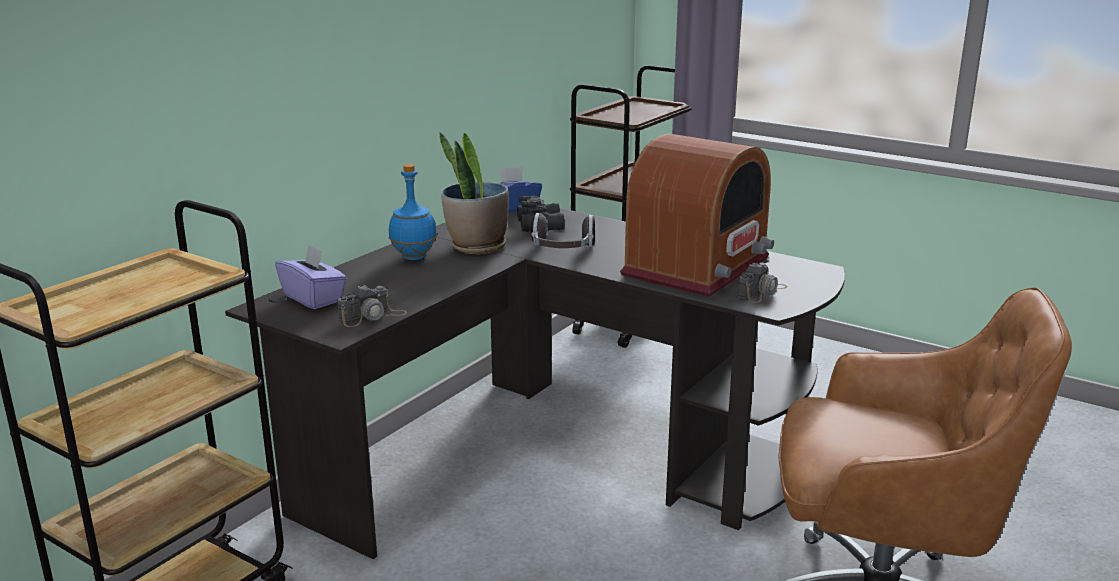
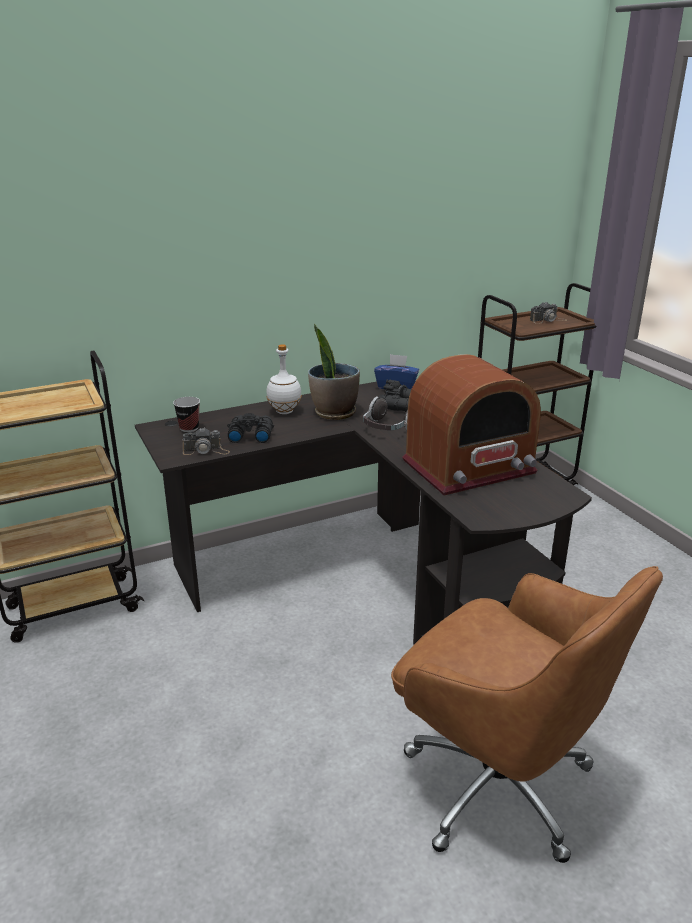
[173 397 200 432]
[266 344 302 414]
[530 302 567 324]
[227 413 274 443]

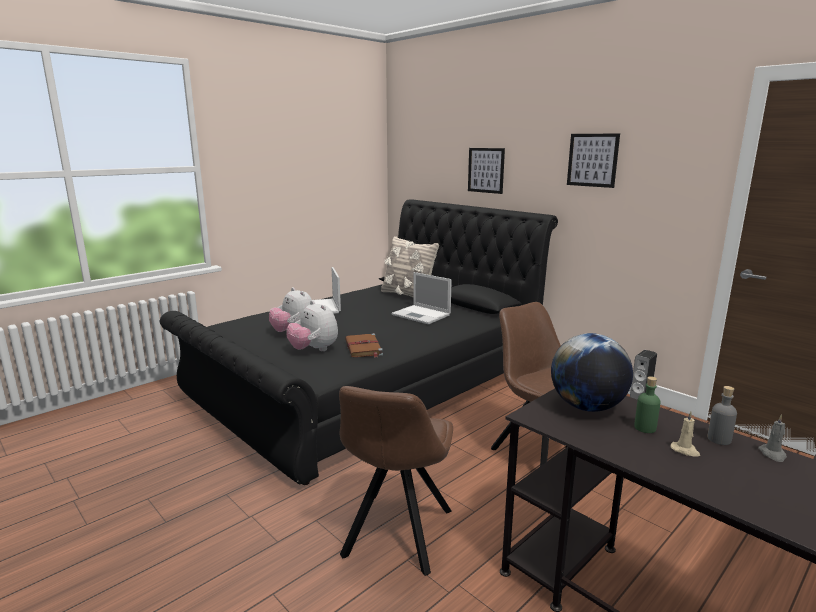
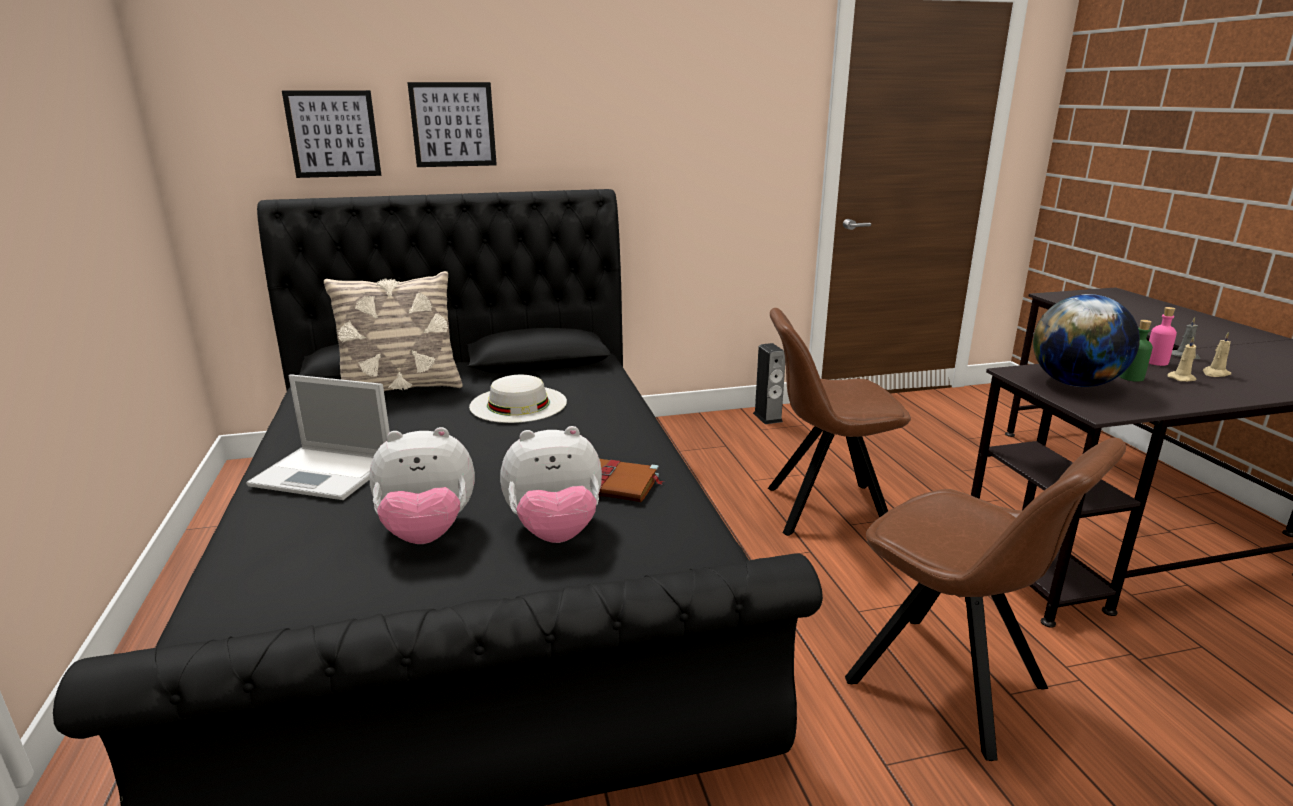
[469 375 567 423]
[282 90 381 178]
[1149 307 1177 366]
[1203 332 1231 377]

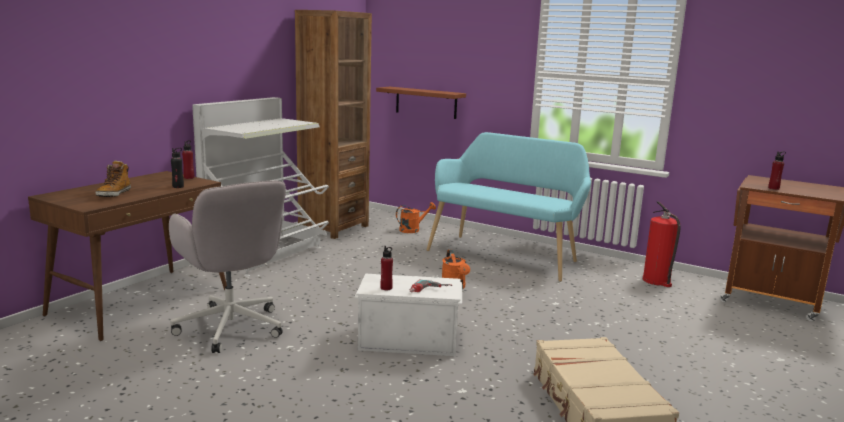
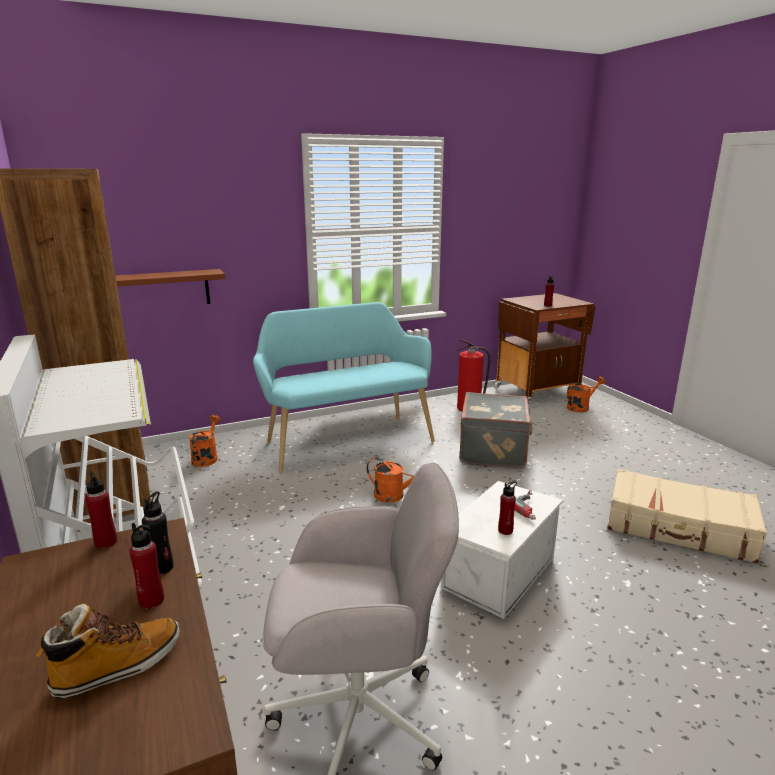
[36 604 180 698]
[129 523 164 609]
[459 392 533 468]
[567 377 605 412]

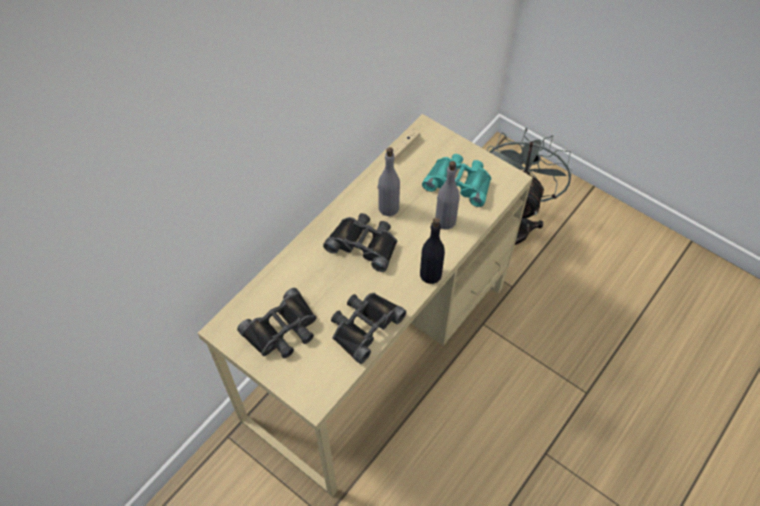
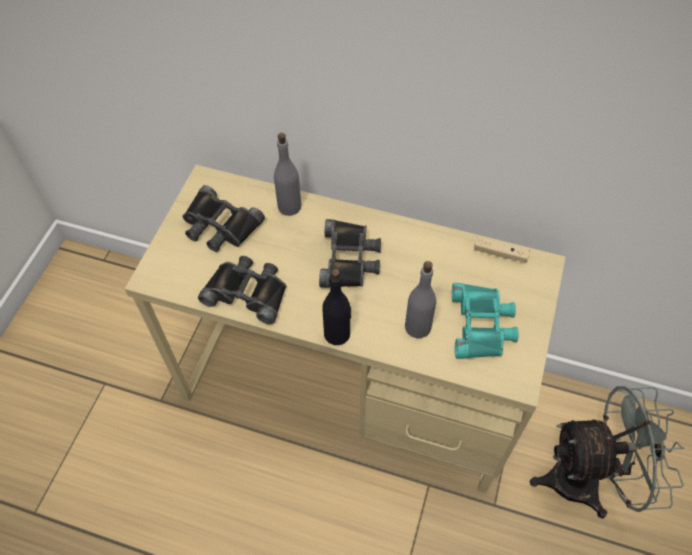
[274 133 301 216]

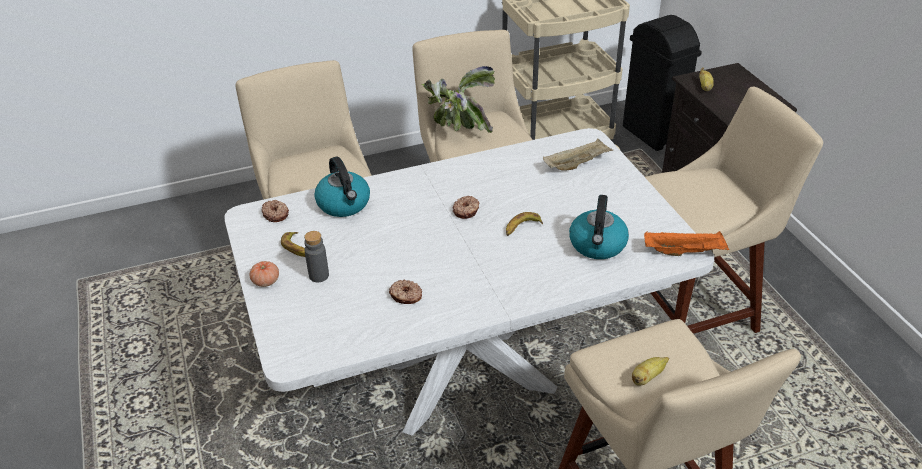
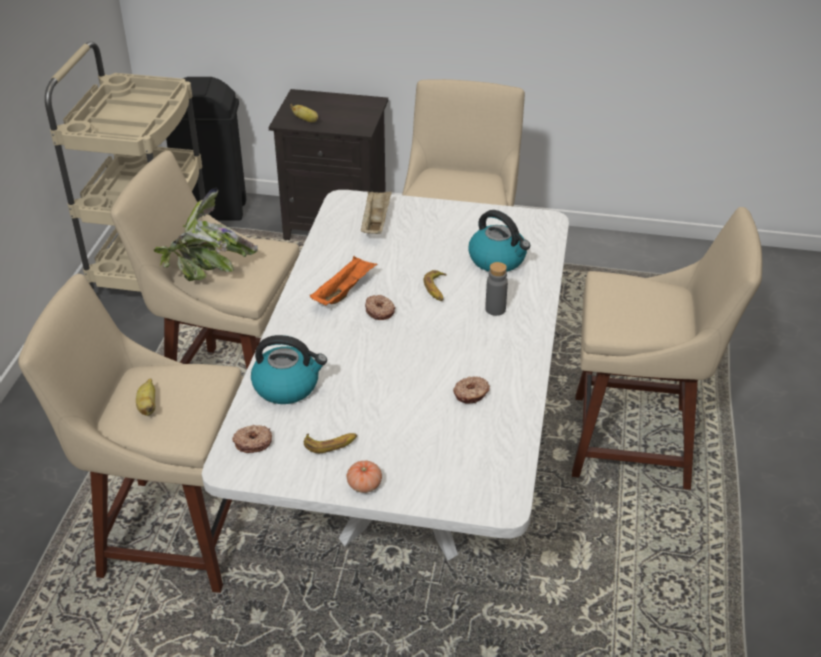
[485 262 508 316]
[136 379 156 416]
[310 256 377 305]

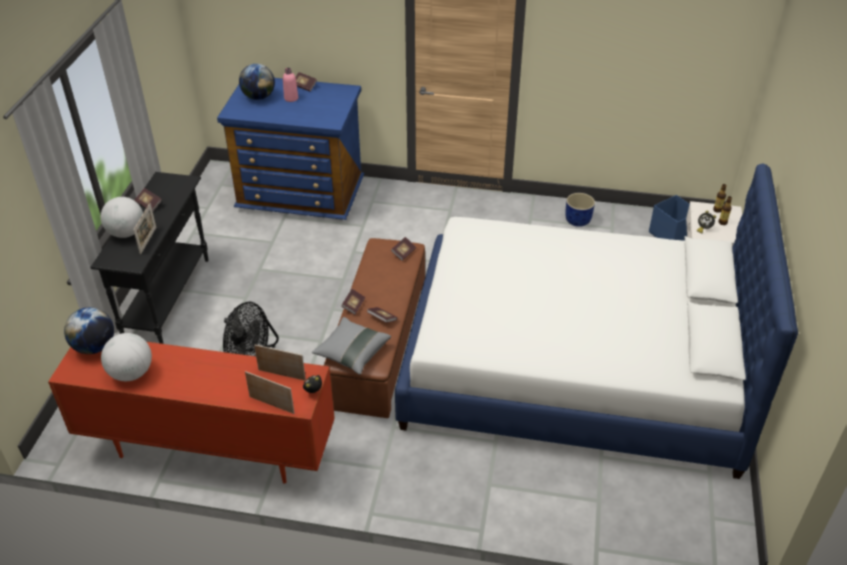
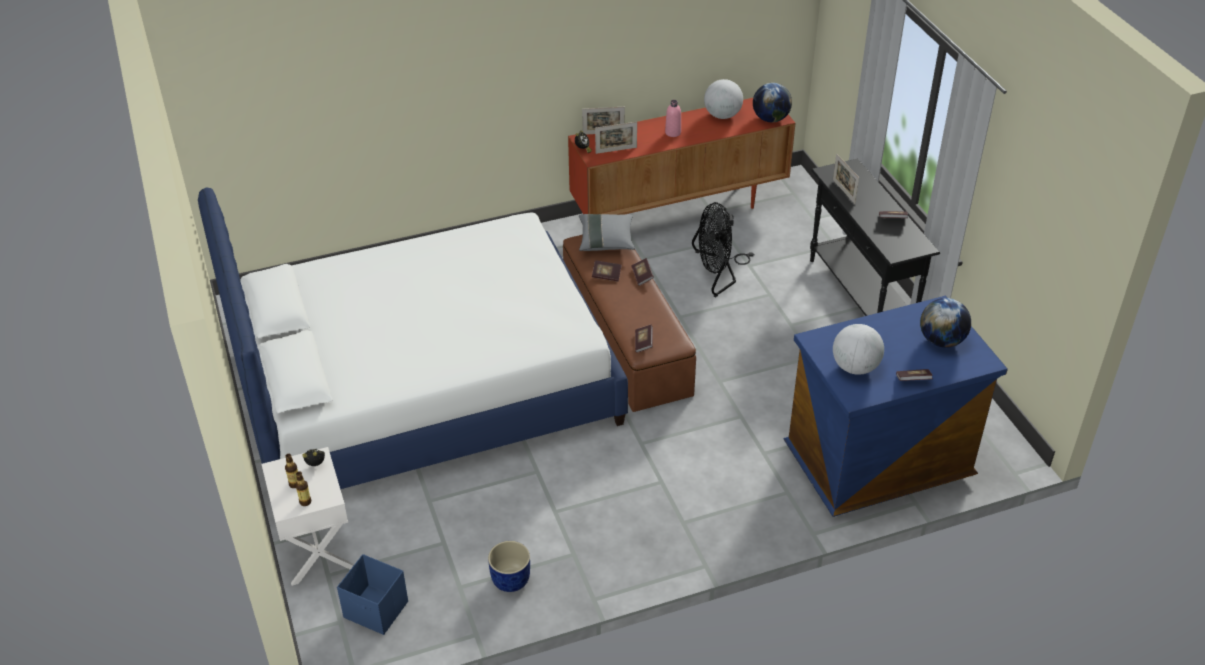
[833 324 884 375]
[665 100 681 137]

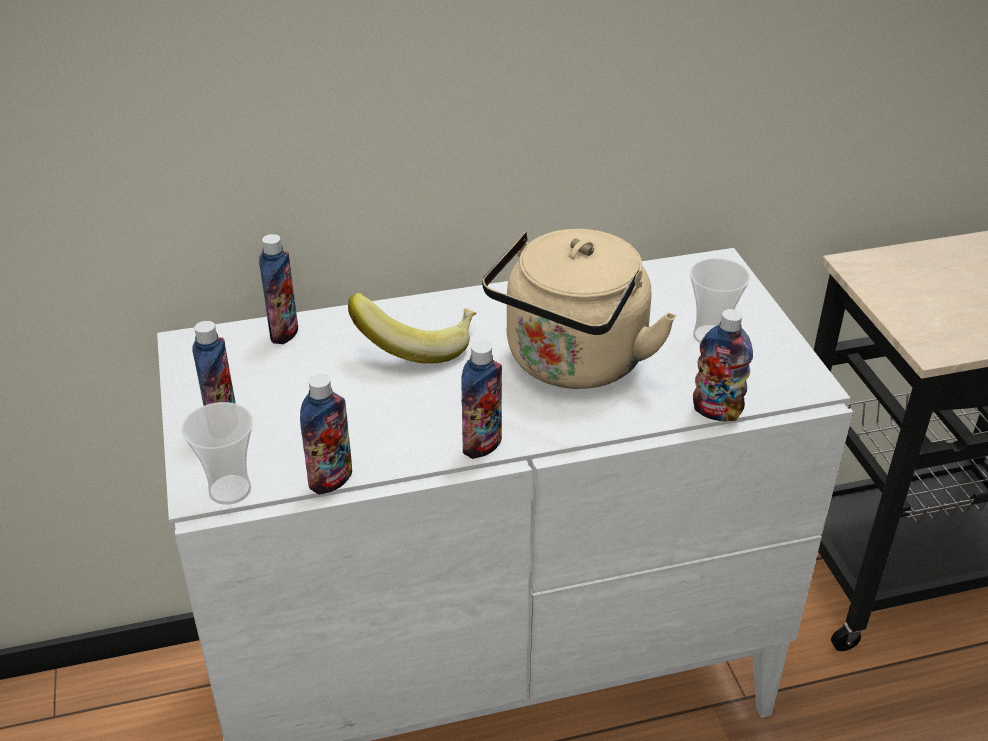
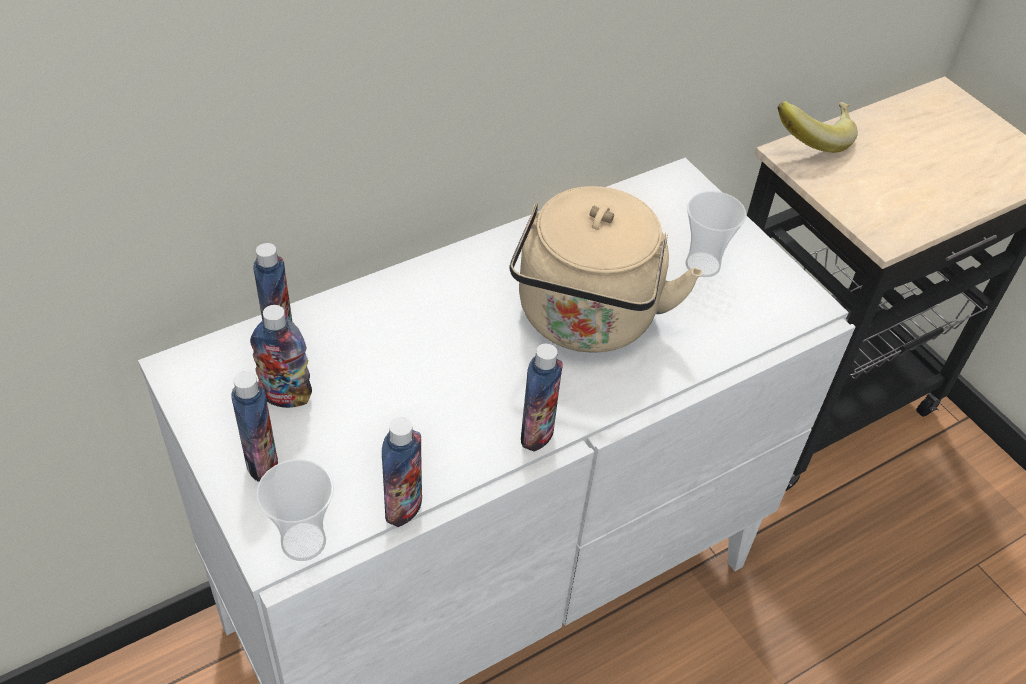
[778 101 858 153]
[250 305 312 408]

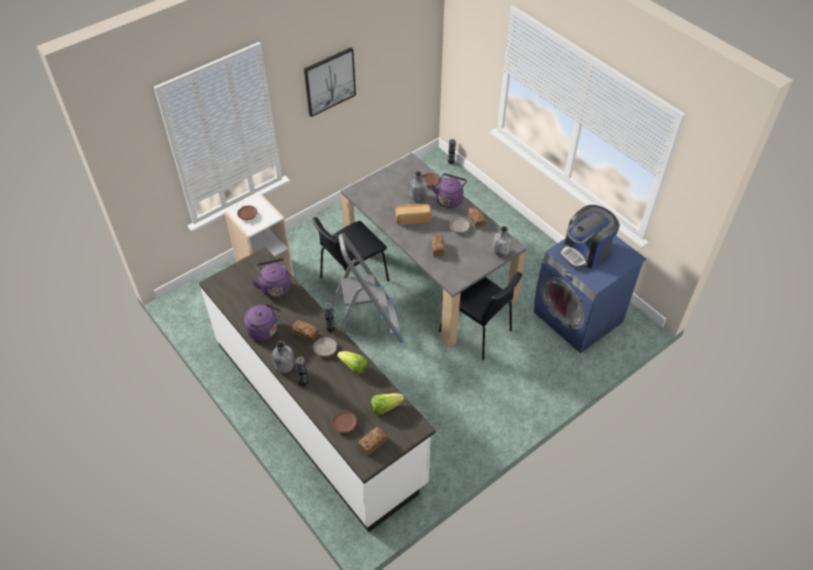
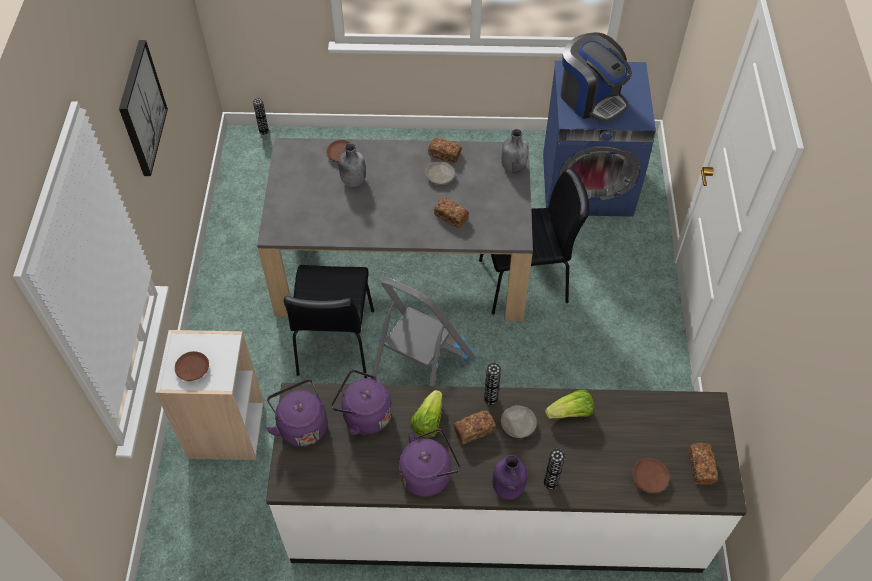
[493 455 527 500]
[411 390 442 438]
[395 204 432 225] (first image)
[266 379 327 447]
[560 32 632 123]

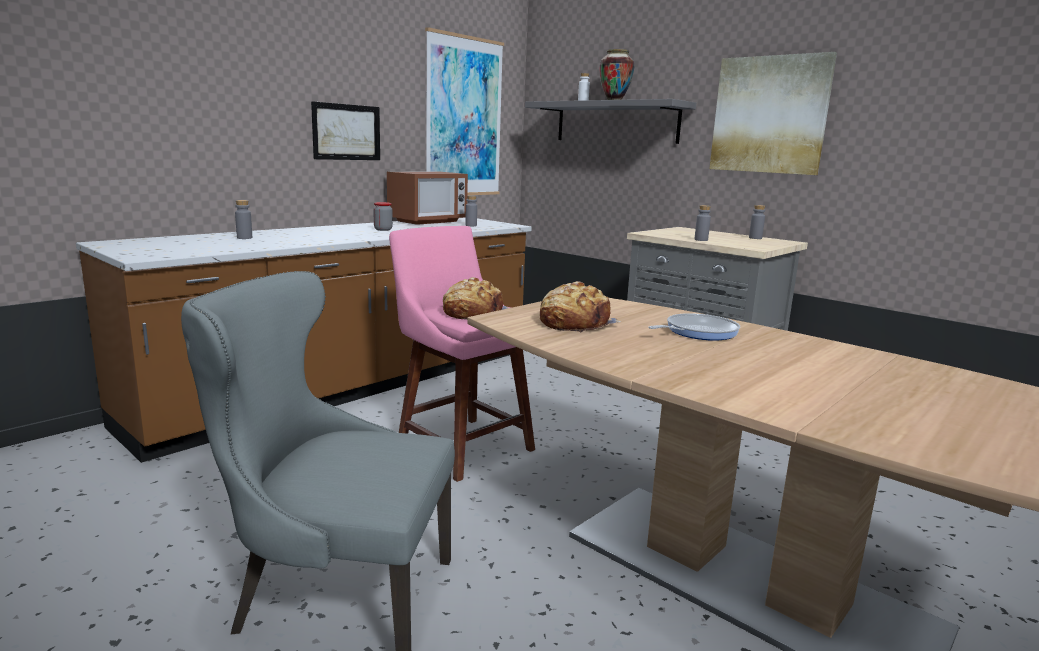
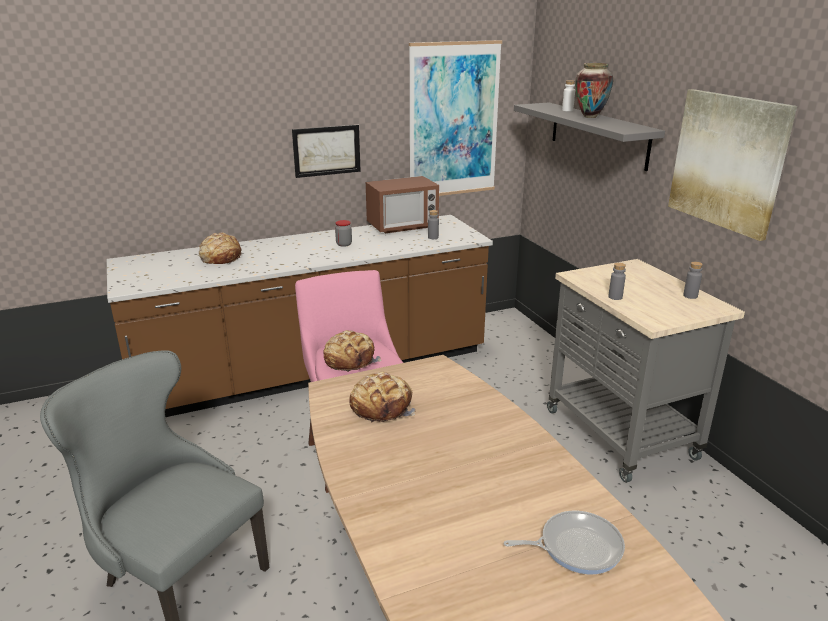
[199 233 242 264]
[504 511 625 575]

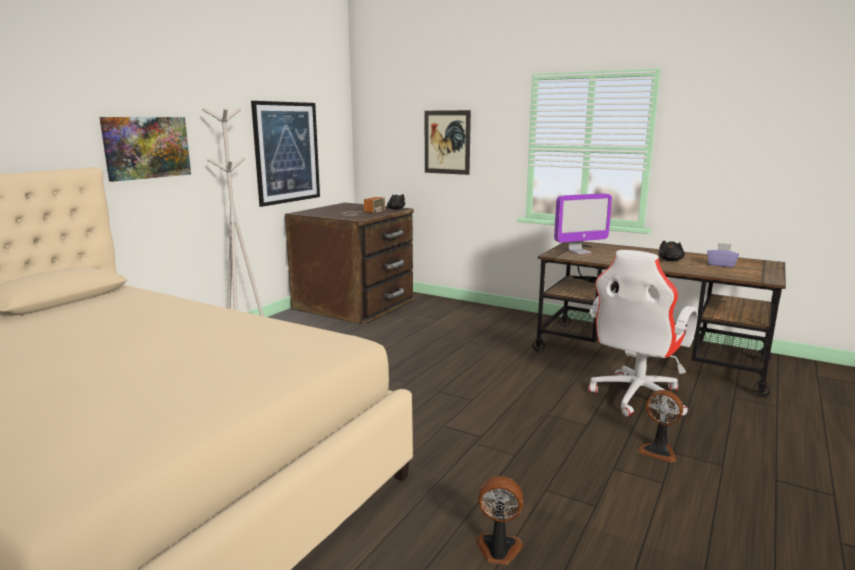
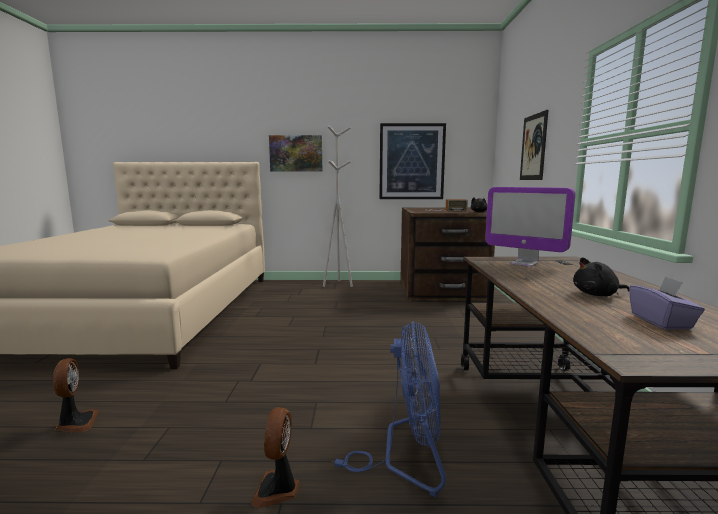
[332 321 446 498]

